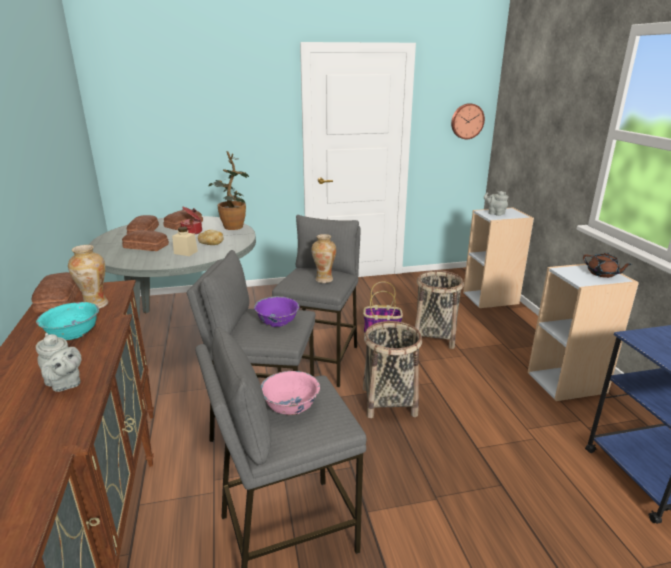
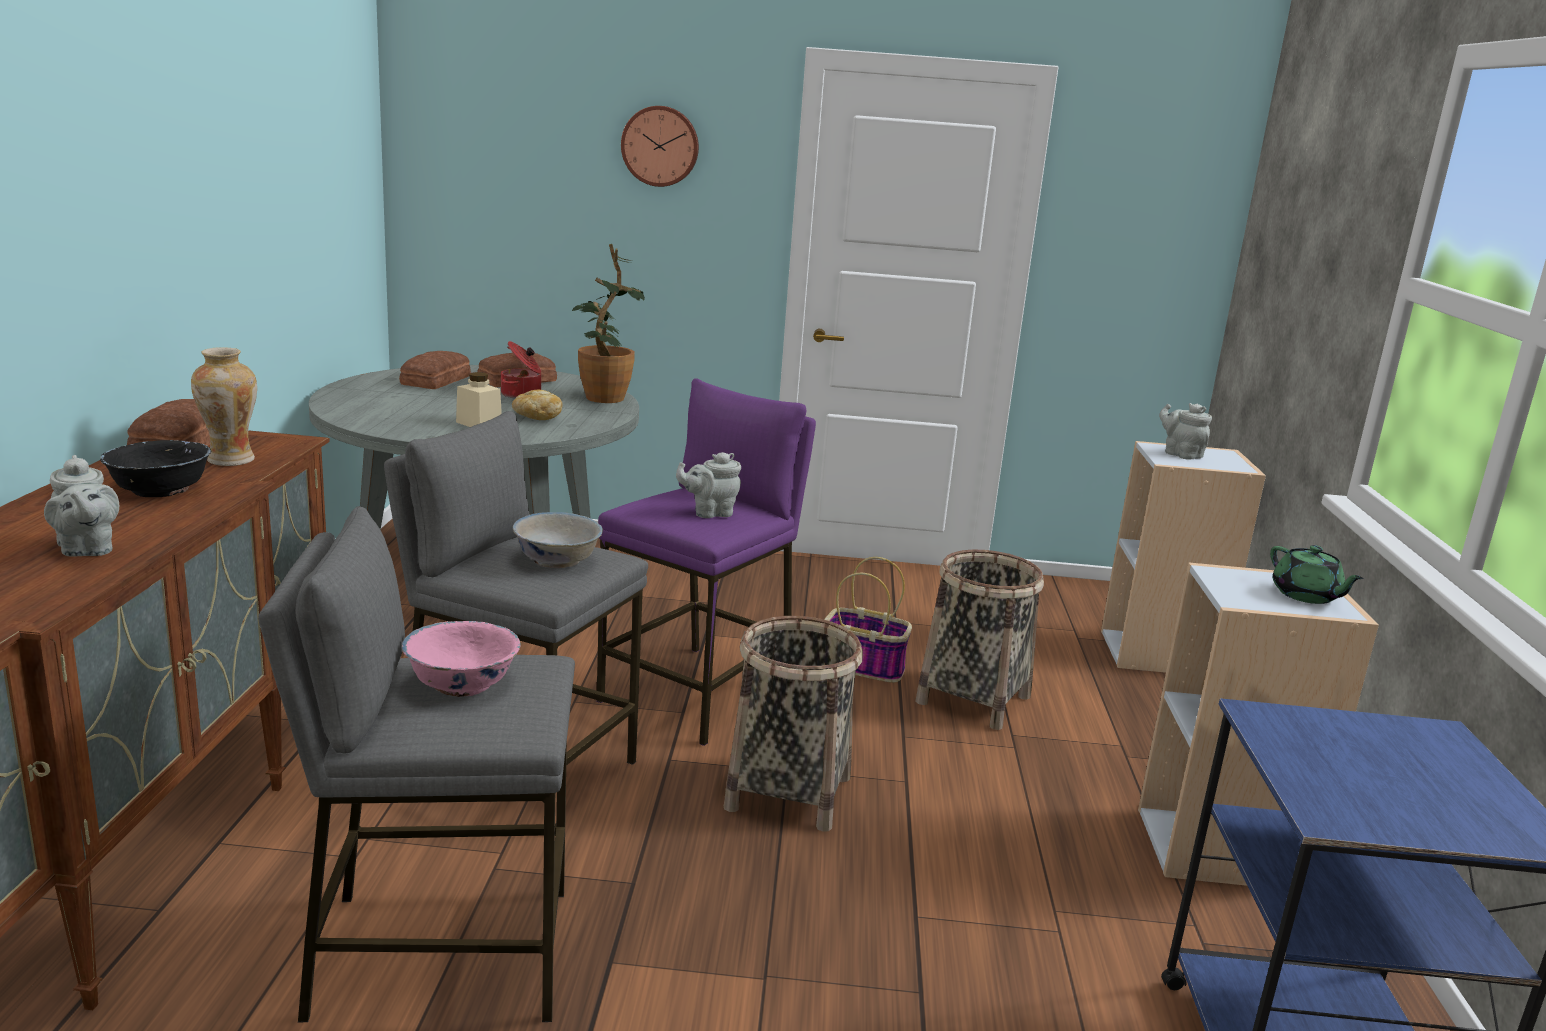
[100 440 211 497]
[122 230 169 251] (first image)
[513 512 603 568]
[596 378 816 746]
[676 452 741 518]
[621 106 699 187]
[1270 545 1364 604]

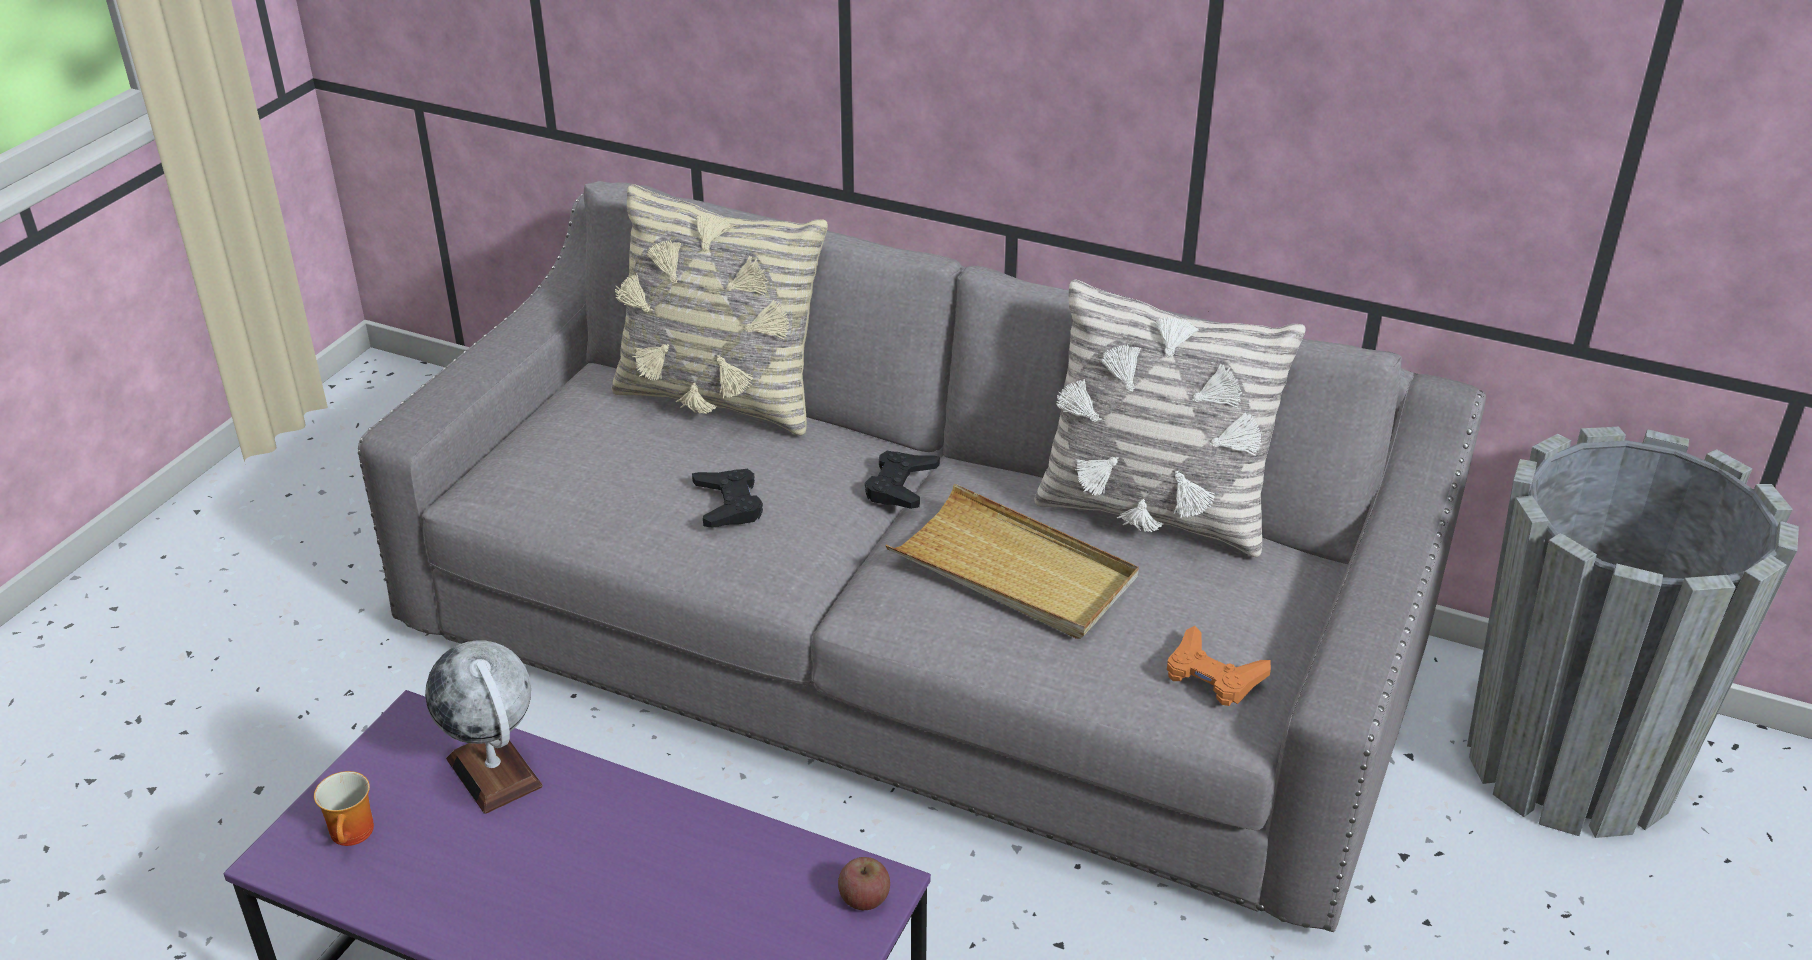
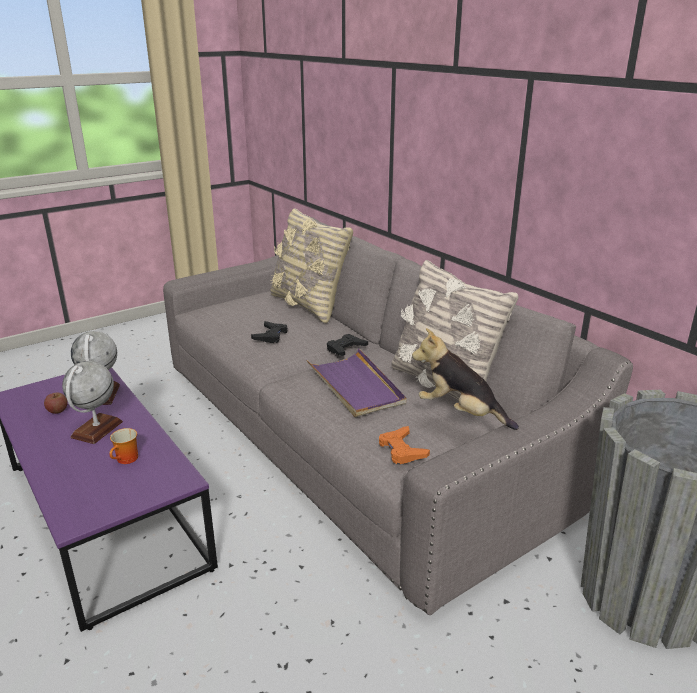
[109 428 138 464]
[44 393 68 414]
[307 349 406 417]
[62 361 123 444]
[412 328 519 430]

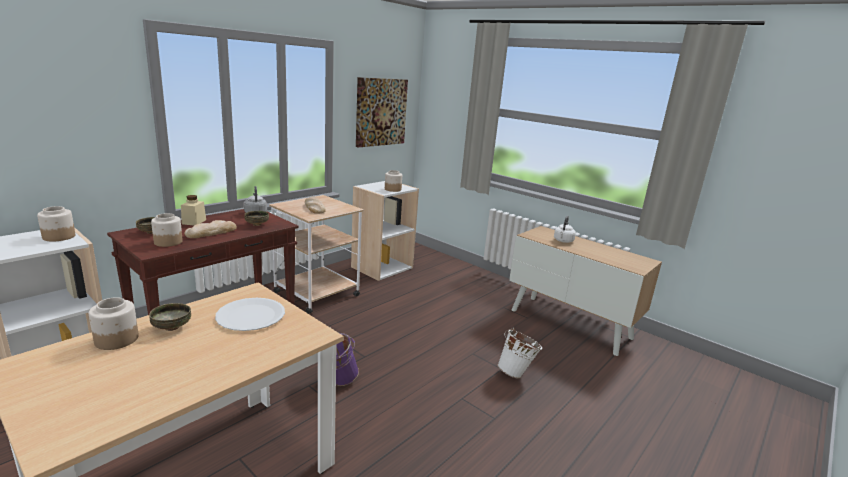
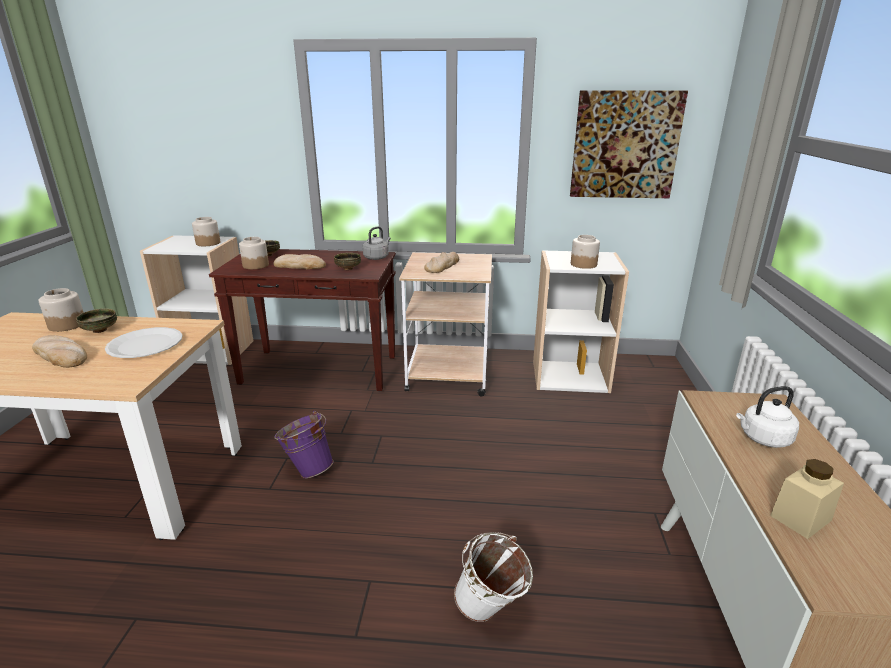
[770 459 844 539]
[32 335 87 368]

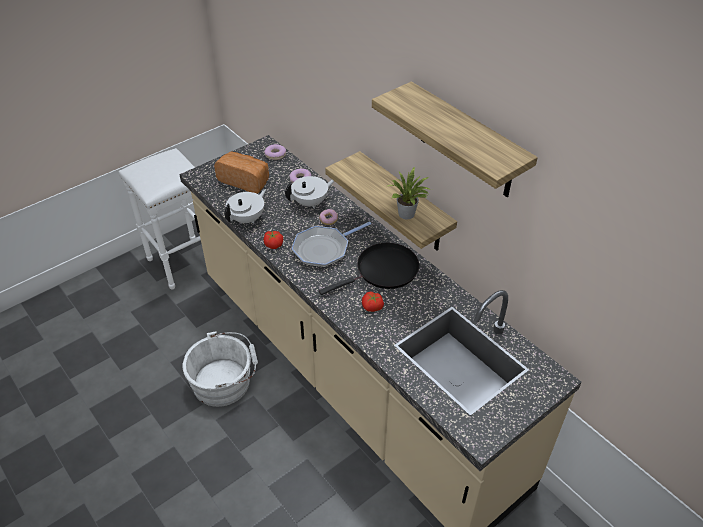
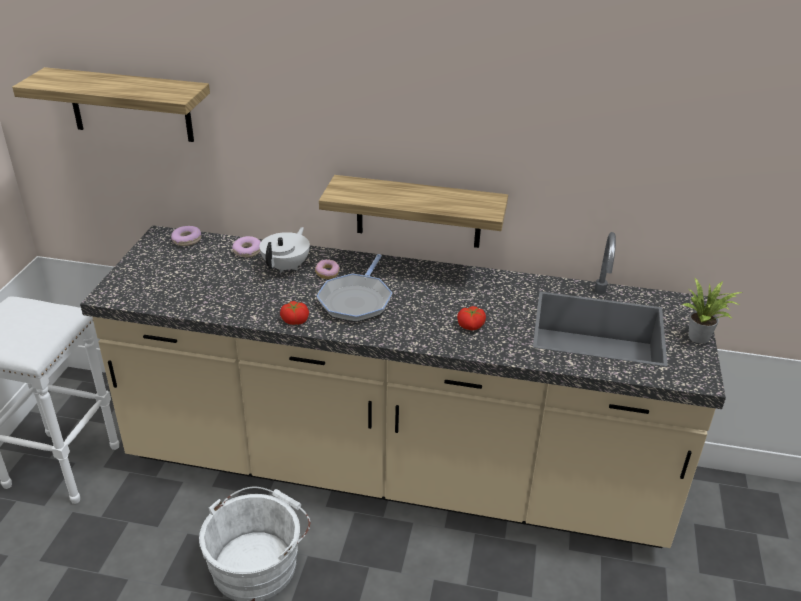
[214 151 269 194] (first image)
[225 189 266 224] (first image)
[319 243 419 295] (first image)
[12 67 210 142]
[682 277 742 344]

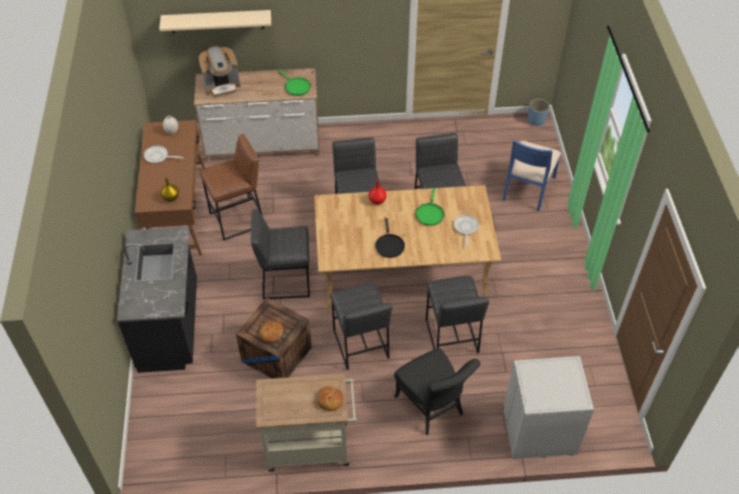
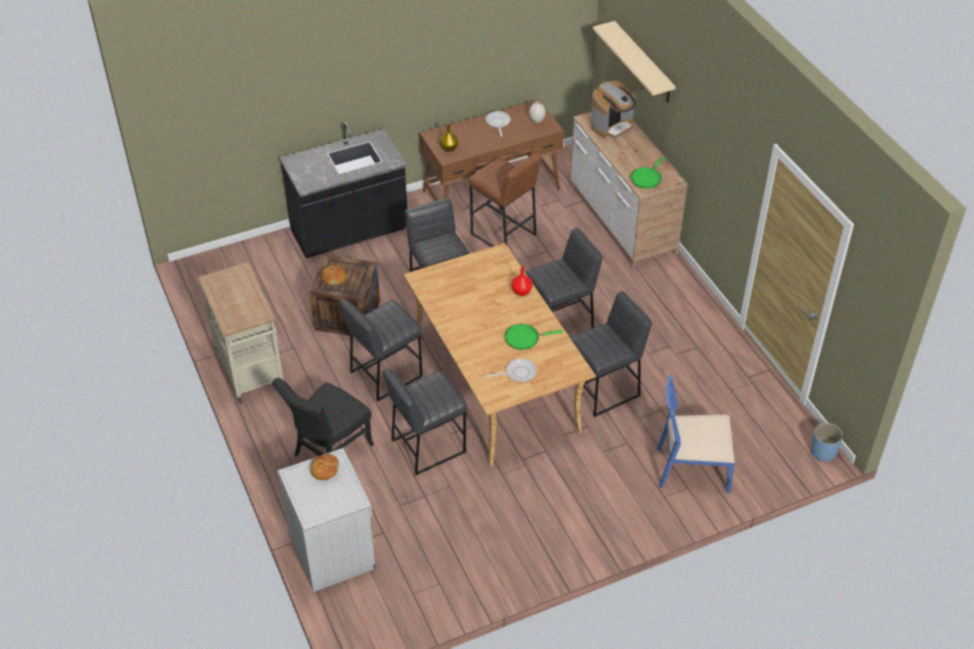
[591 81 636 139]
[310 454 339 480]
[375 218 405 258] (first image)

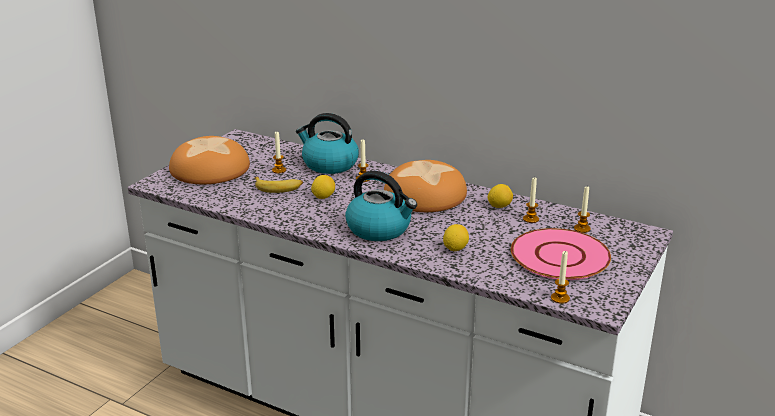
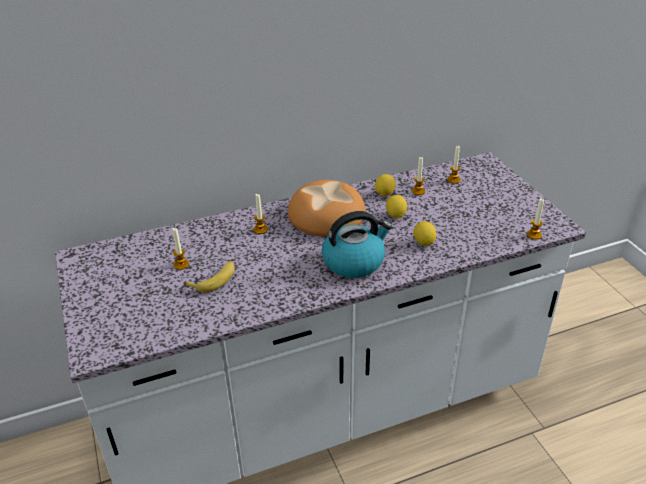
[169 136 250 184] (first image)
[296 113 359 174] (first image)
[386 195 407 218]
[511 228 611 280] (first image)

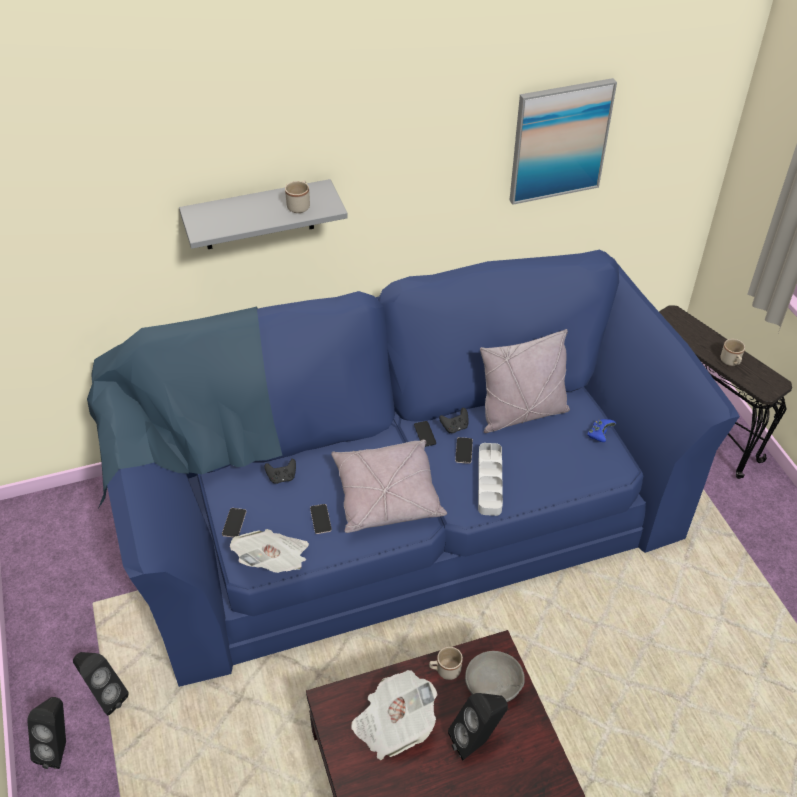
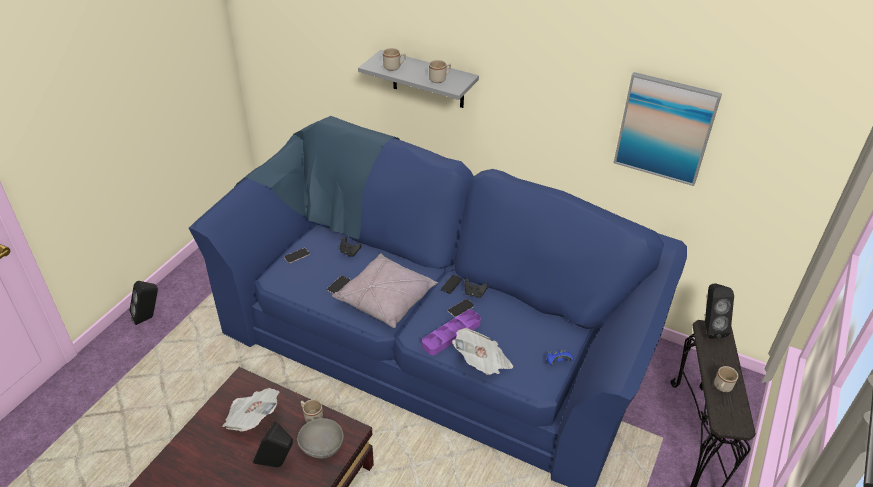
[705 283 734 339]
[452 328 513 375]
[422 310 481 355]
[480 329 570 433] (first image)
[383 48 406 71]

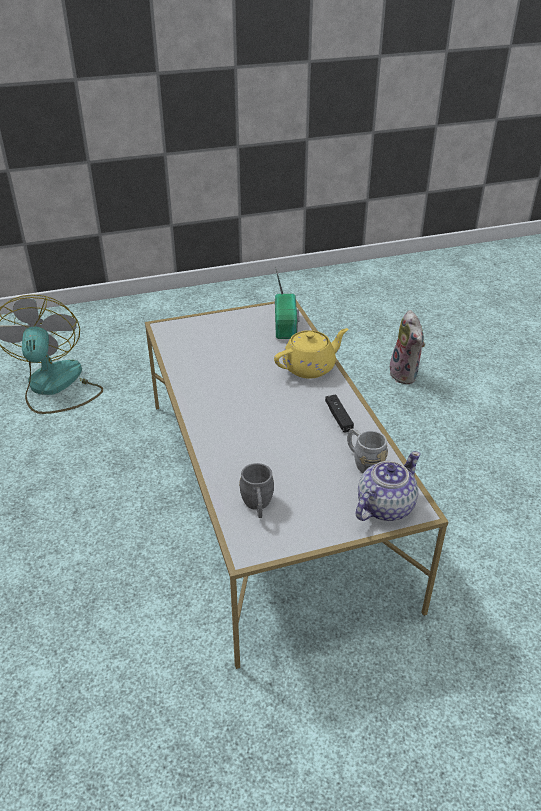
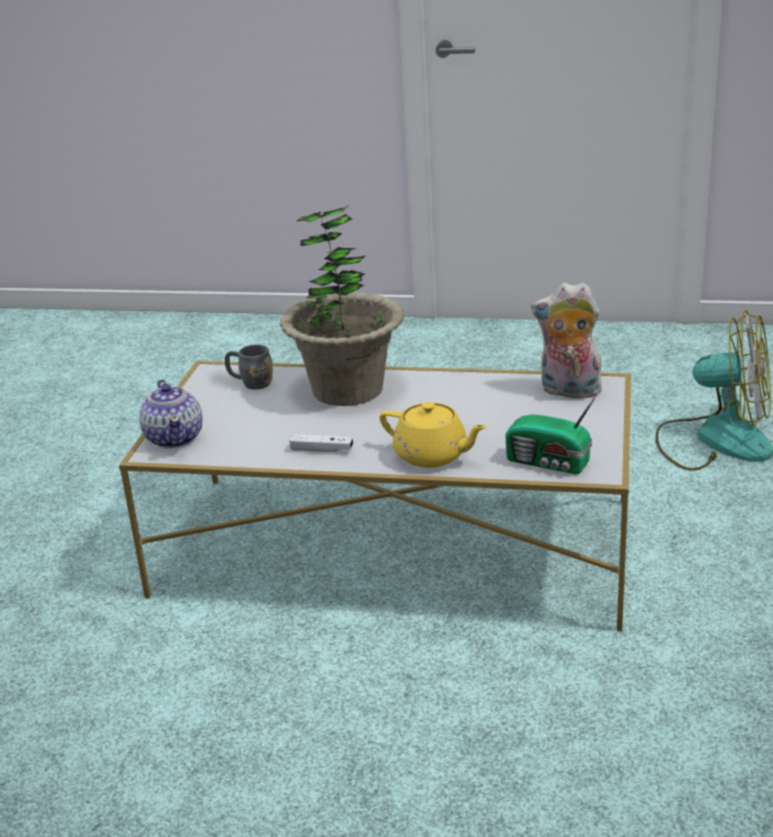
[380 402 487 468]
[289 434 353 452]
[347 429 388 473] (first image)
[531 283 602 398]
[280 205 404 406]

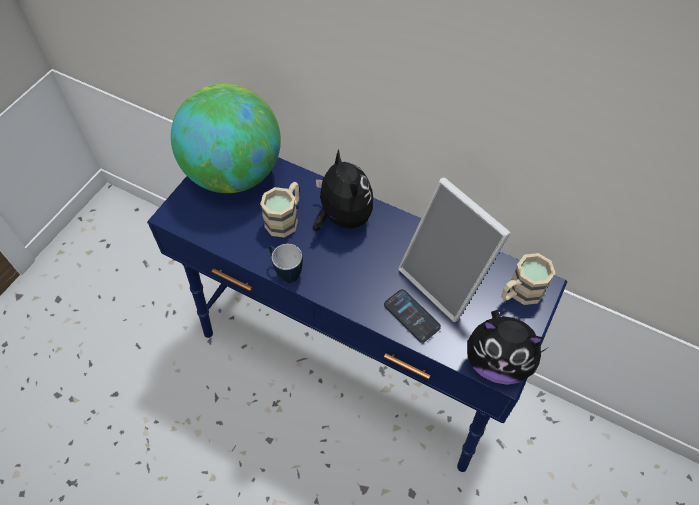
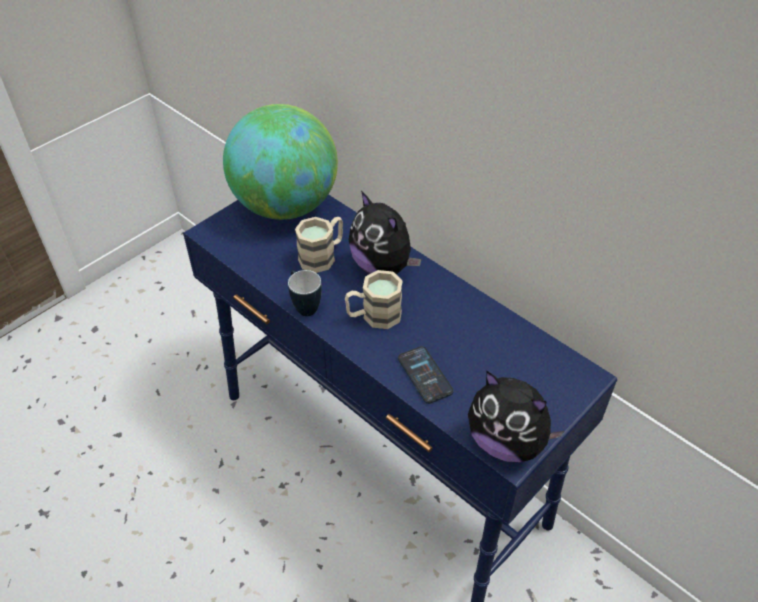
[349 191 421 274]
[398 177 511 322] (first image)
[345 270 403 329]

